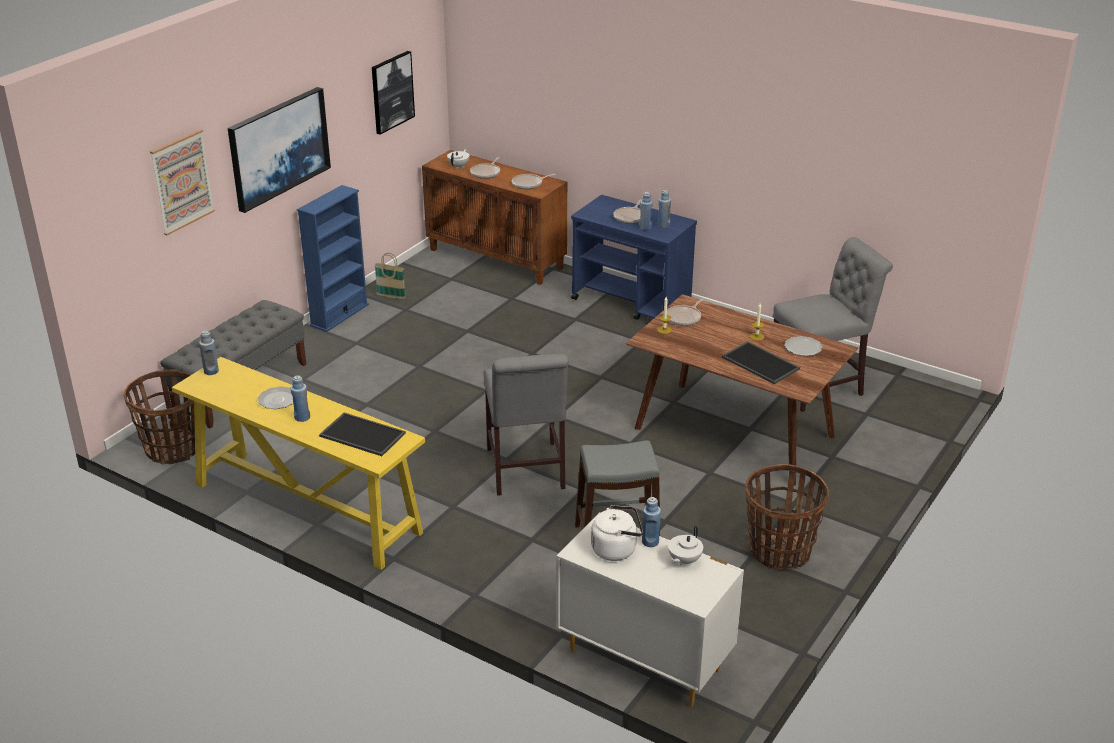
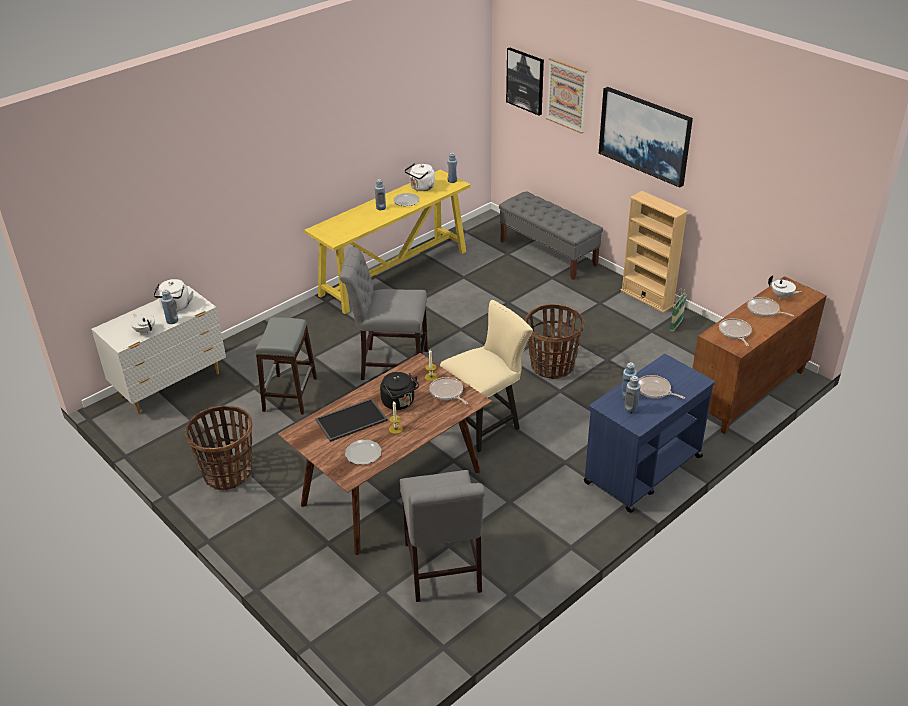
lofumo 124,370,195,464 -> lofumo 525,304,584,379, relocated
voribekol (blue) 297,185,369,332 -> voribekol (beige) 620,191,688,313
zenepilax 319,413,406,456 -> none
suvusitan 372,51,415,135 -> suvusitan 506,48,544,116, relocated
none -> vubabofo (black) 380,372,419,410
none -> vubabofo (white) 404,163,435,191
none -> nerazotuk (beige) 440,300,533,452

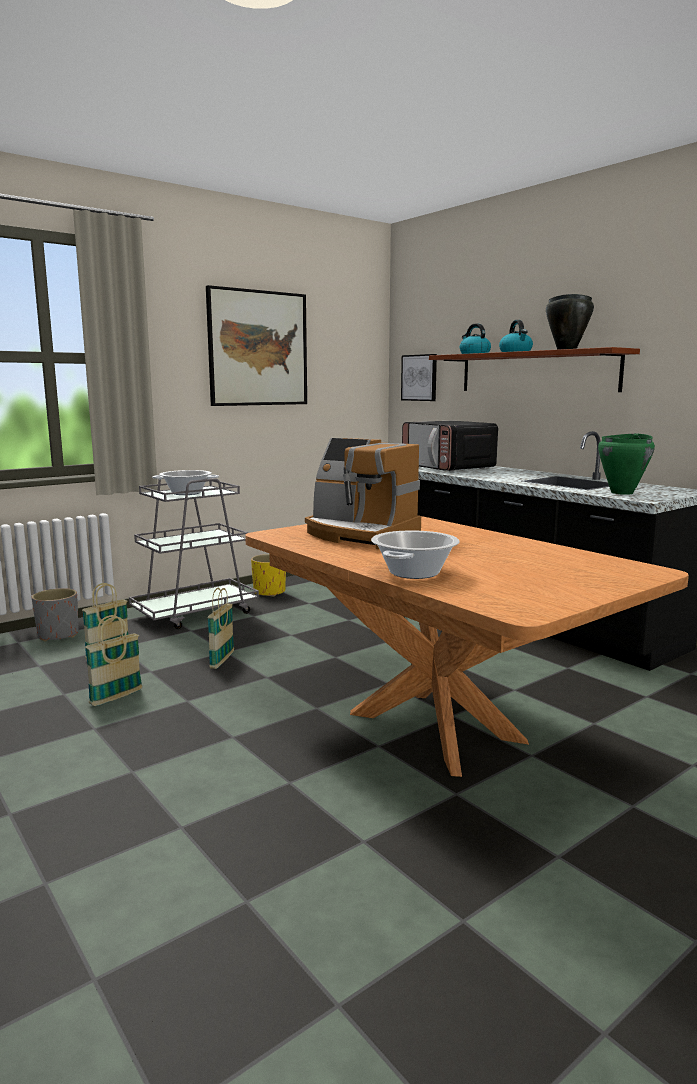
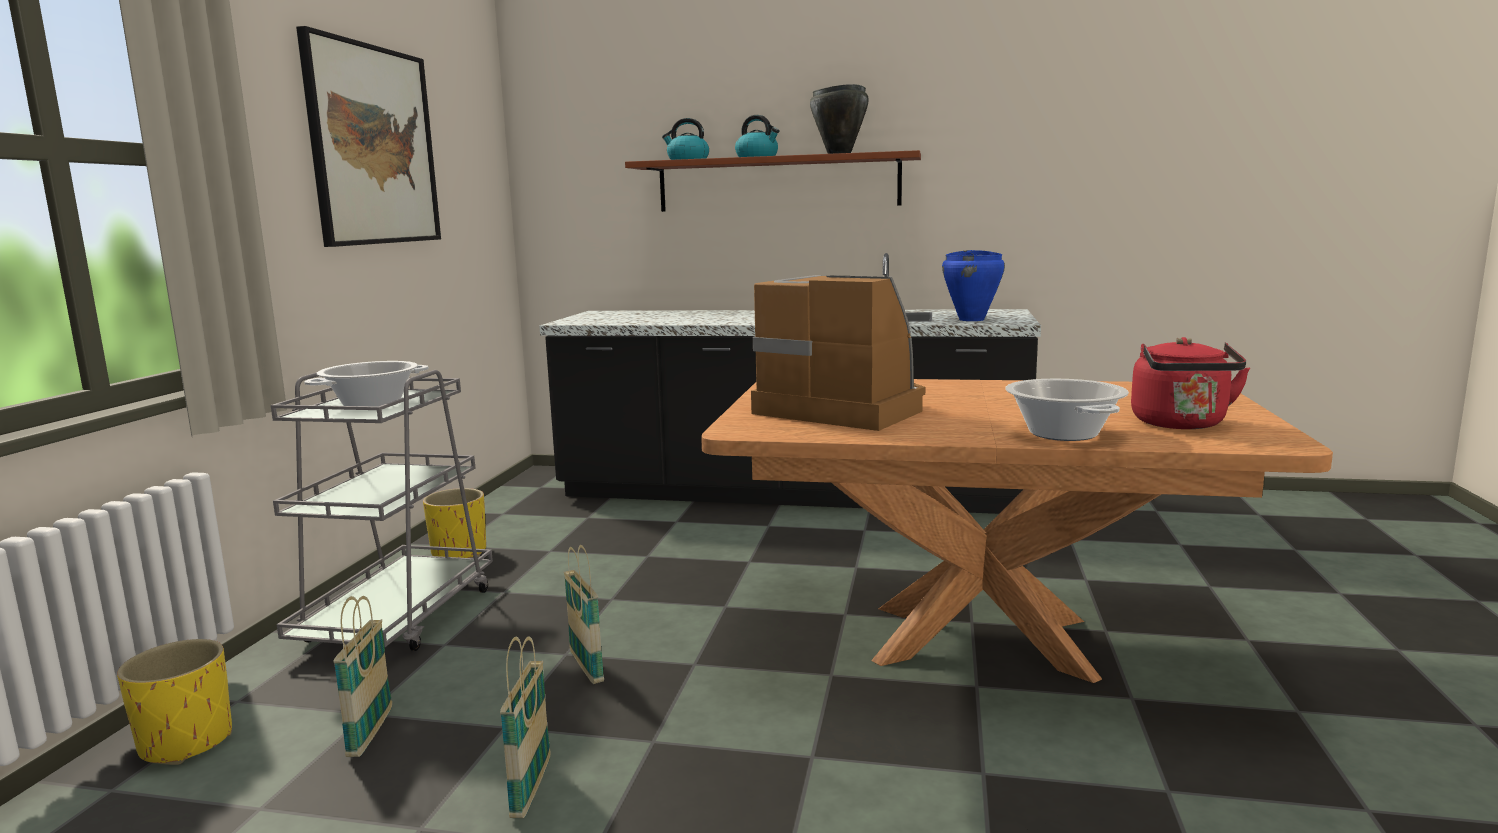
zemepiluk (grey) 32,588,79,642 -> zemepiluk (yellow) 117,639,232,765
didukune 305,438,421,549 -> didukune 751,275,925,431, 135 degrees counterclockwise
suvusitan 401,354,437,401 -> none
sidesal 402,421,498,472 -> none
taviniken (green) 598,433,655,495 -> taviniken (blue) 942,250,1005,321
none -> vubabofo (red) 1131,337,1250,429

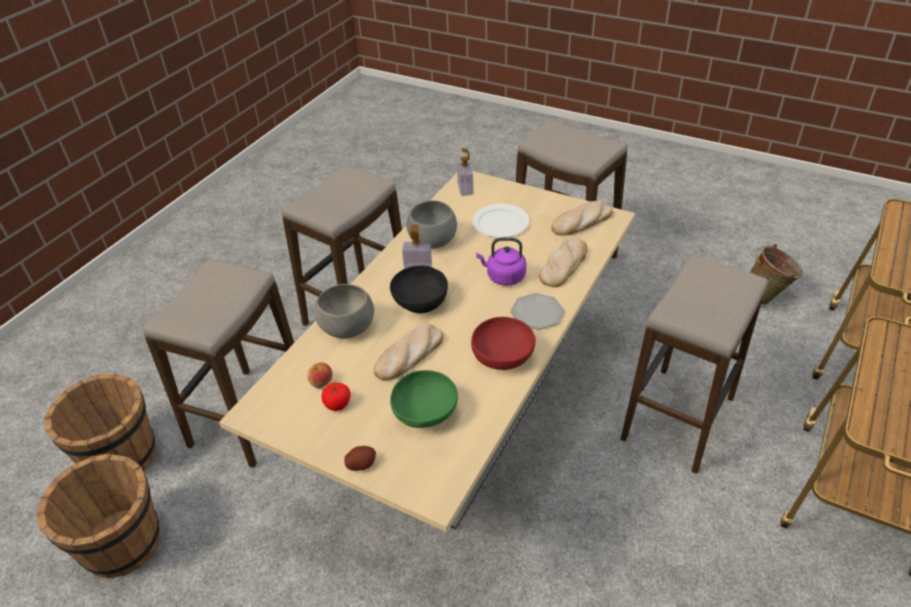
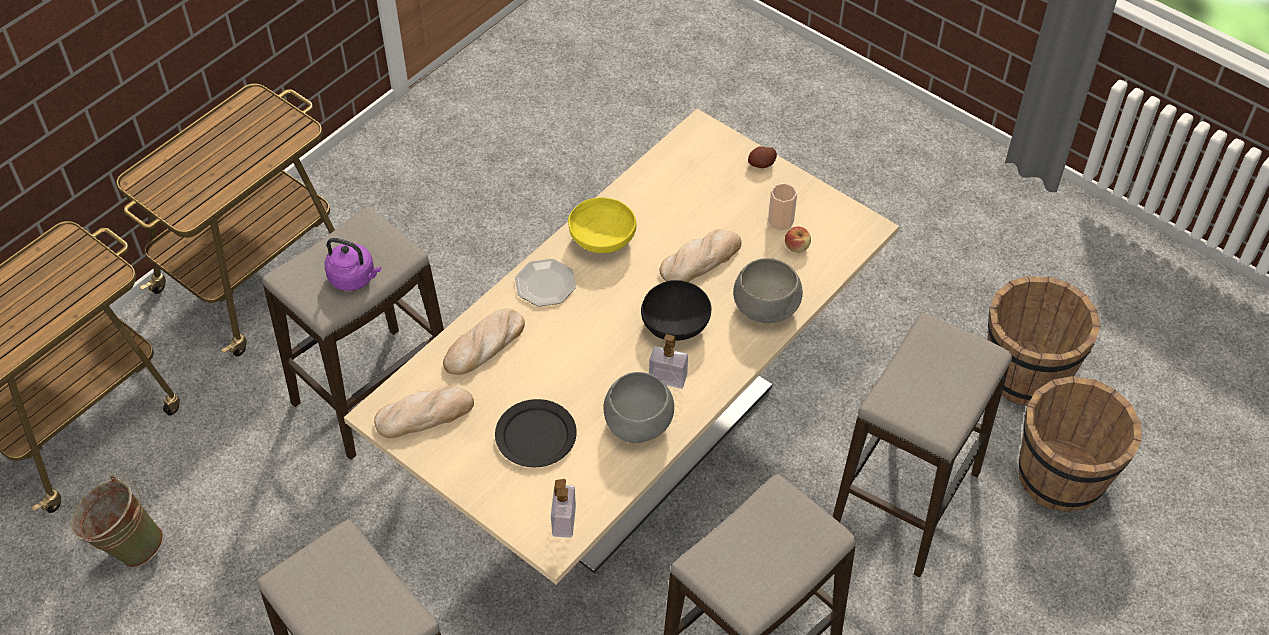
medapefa 322,382,350,411 -> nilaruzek 768,183,797,231
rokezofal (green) 390,370,458,428 -> none
rokezofal (red) 471,317,536,370 -> rokezofal (yellow) 568,197,637,253
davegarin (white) 473,204,529,237 -> davegarin (black) 495,399,577,467
vubabofo (purple) 476,237,526,286 -> vubabofo (purple) 325,238,381,291, relocated

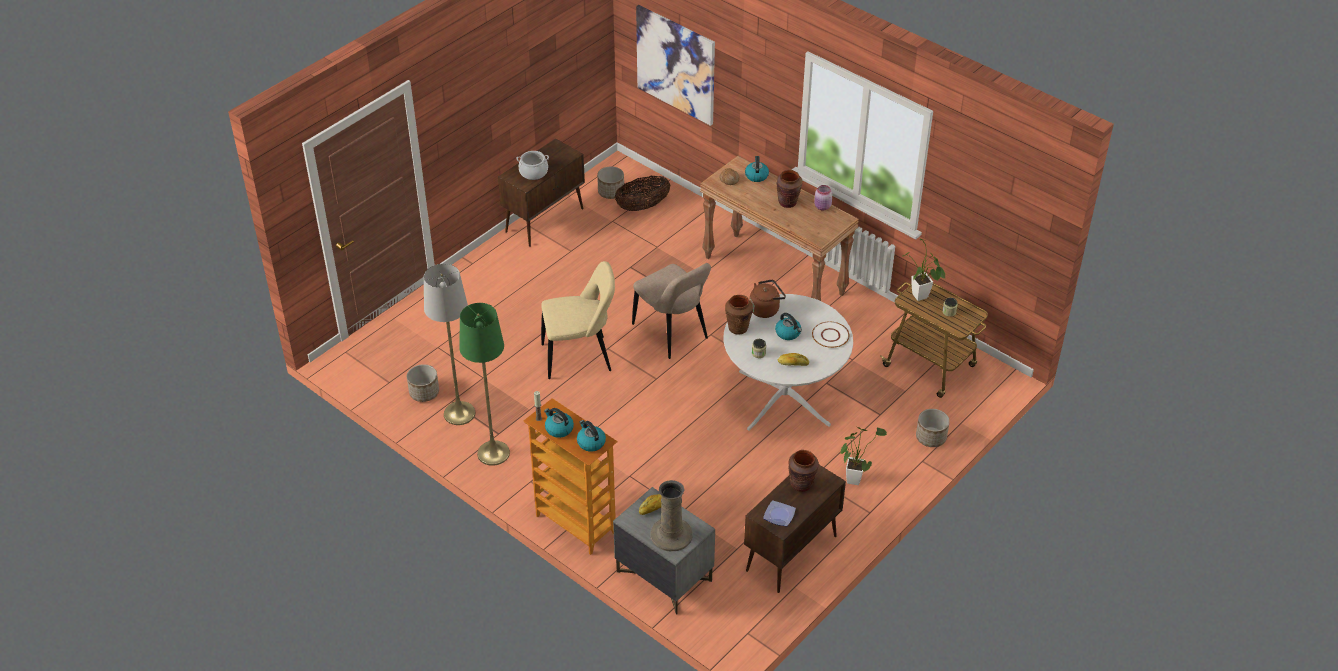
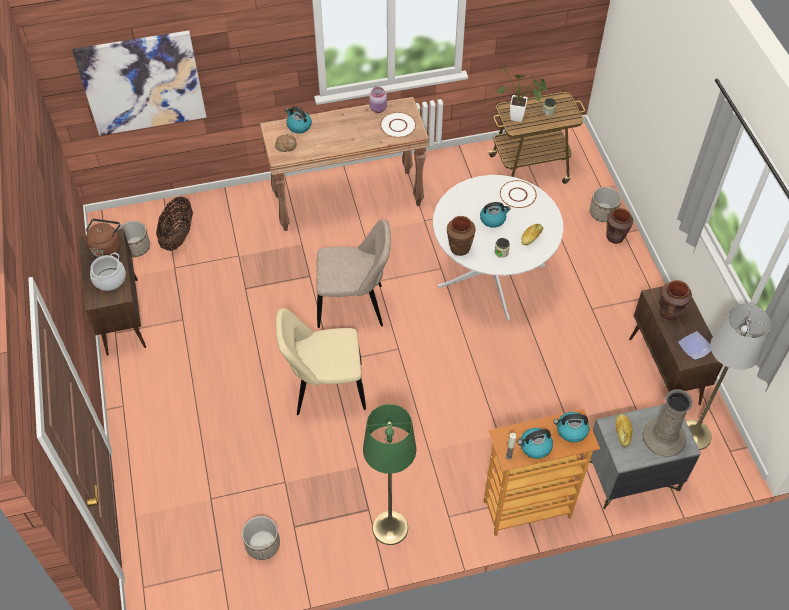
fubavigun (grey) 424,264,475,425 -> fubavigun (grey) 686,304,771,450, relocated
nerazotuk (beige) 541,261,615,379 -> nerazotuk (beige) 276,308,366,415, 120 degrees counterclockwise
vubabofo (brown) 750,280,786,318 -> vubabofo (brown) 80,219,121,258, relocated
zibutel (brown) 776,170,802,208 -> zibutel (brown) 606,208,633,244, relocated
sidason 840,427,887,485 -> none
none -> davegarin (white) 380,112,416,138

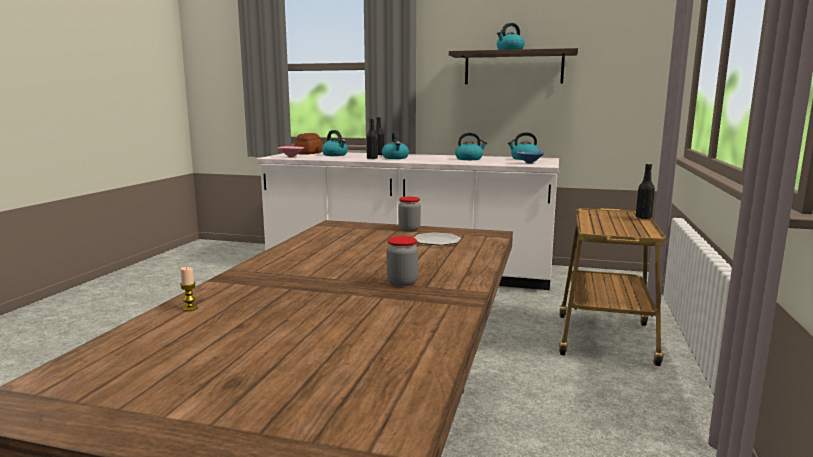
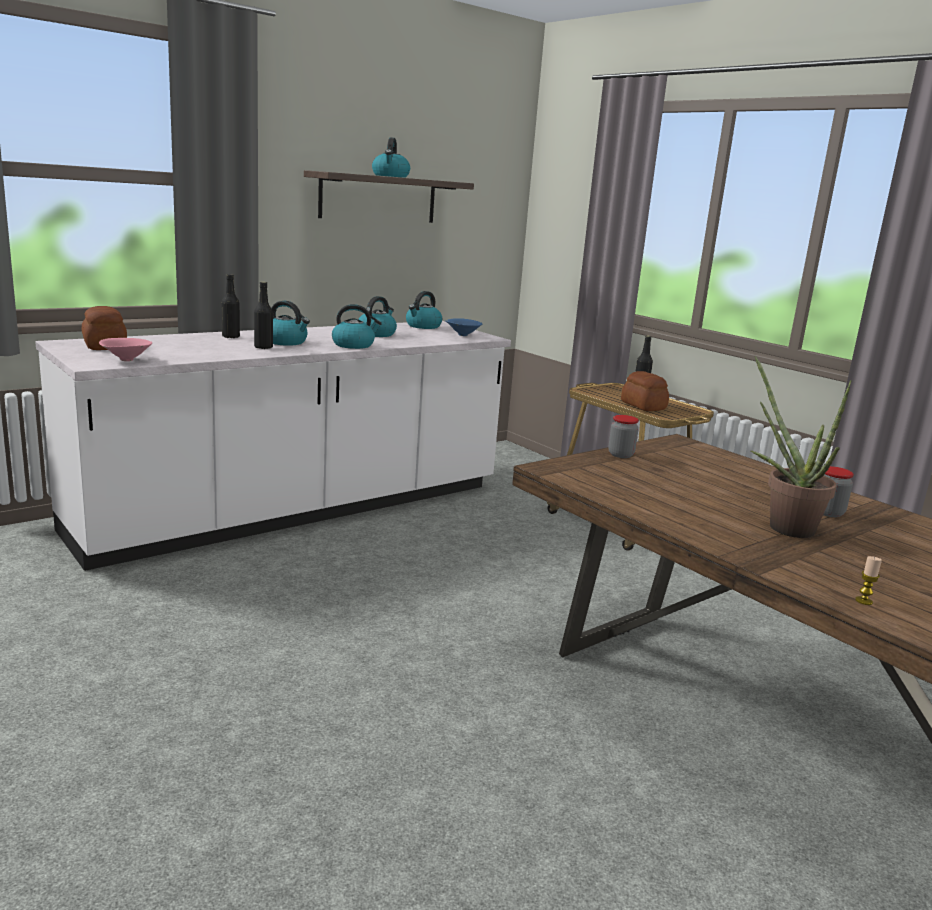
vubabofo 322,130,348,156 -> vubabofo 332,304,382,349, relocated
davegarin 414,232,461,245 -> none
none -> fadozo 621,371,669,411
none -> sidason 751,356,852,538

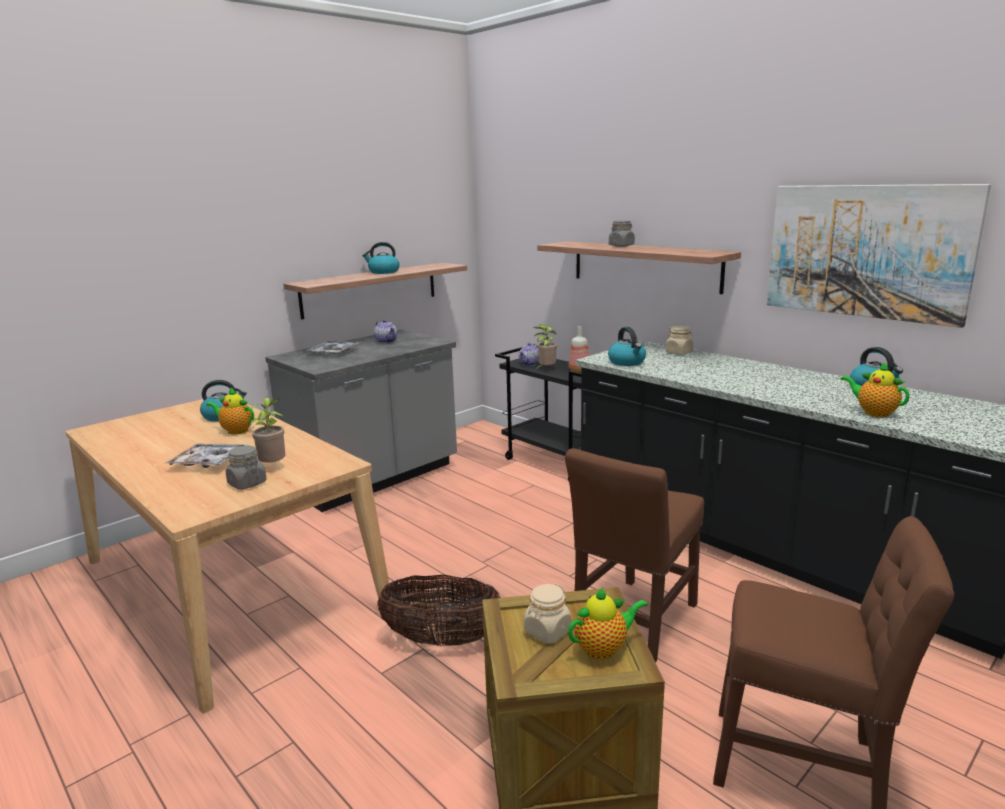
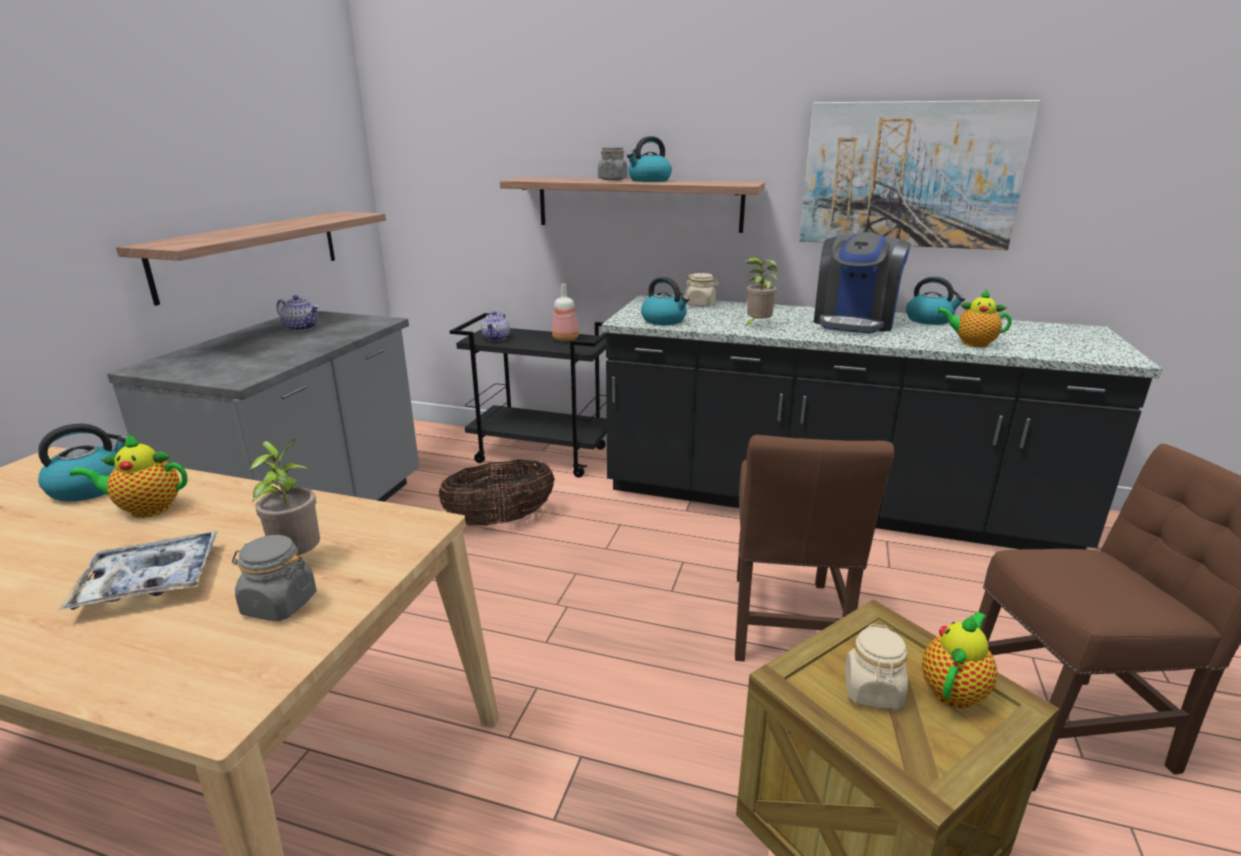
zenepilax 306,341,360,355 -> none
vubabofo 362,242,400,274 -> vubabofo 627,136,672,182, relocated
lofumo 377,575,500,646 -> lofumo 438,459,555,526, relocated
sidason 533,324,557,369 -> sidason 745,257,777,327, relocated
none -> didukune 814,232,911,334

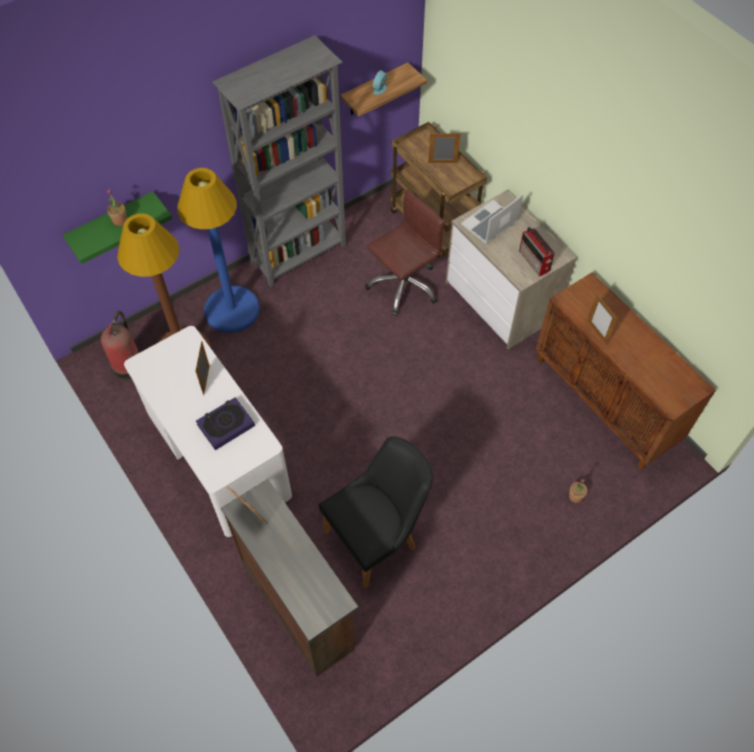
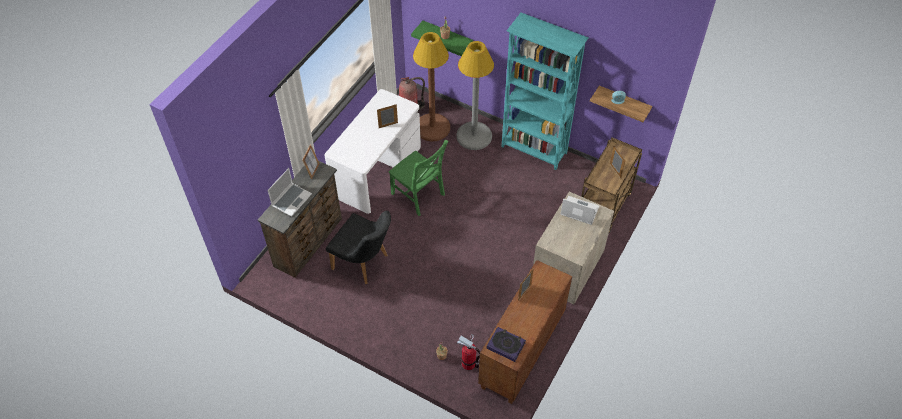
fubavigun (blue) 177,168,260,333 -> fubavigun (grey) 457,41,494,150
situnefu 196,397,255,450 -> situnefu 487,327,526,362, relocated
voribekol (grey) 212,35,346,287 -> voribekol (turquoise) 501,13,588,170
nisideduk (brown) 365,189,445,316 -> none
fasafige 519,227,555,276 -> none
none -> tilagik 268,168,312,217
none -> nerazotuk (green) 389,140,448,216
none -> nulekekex 457,334,481,370

